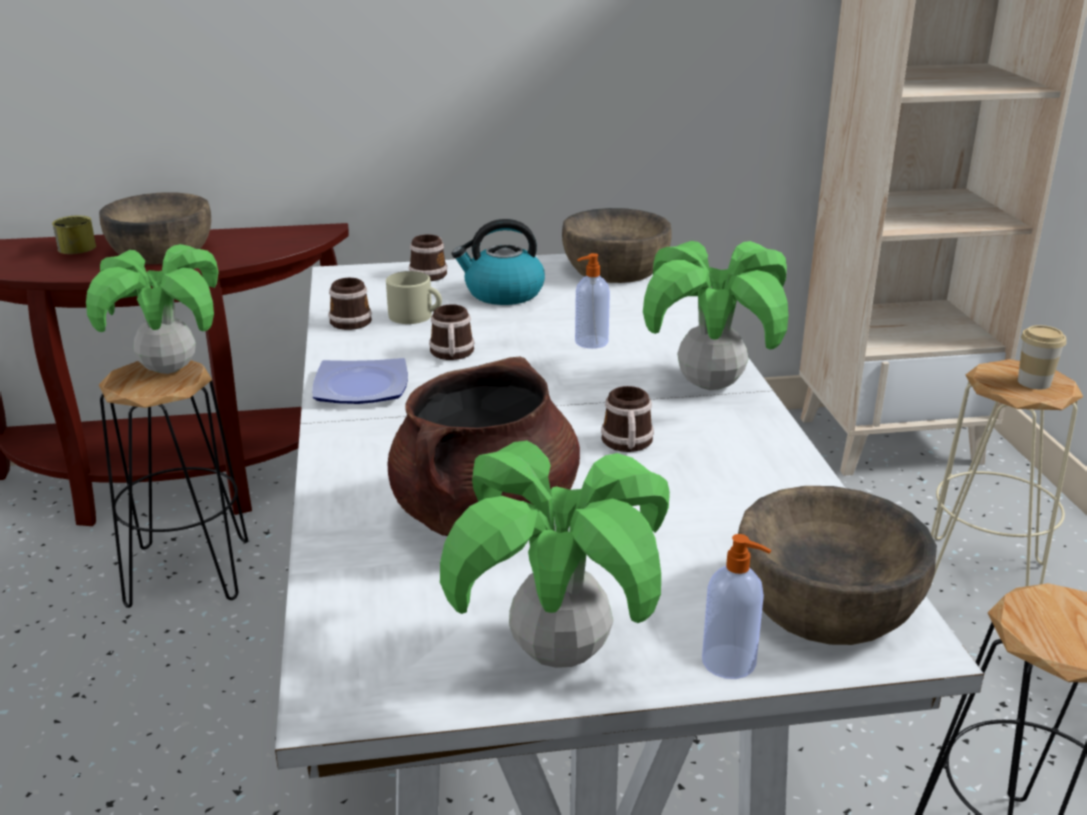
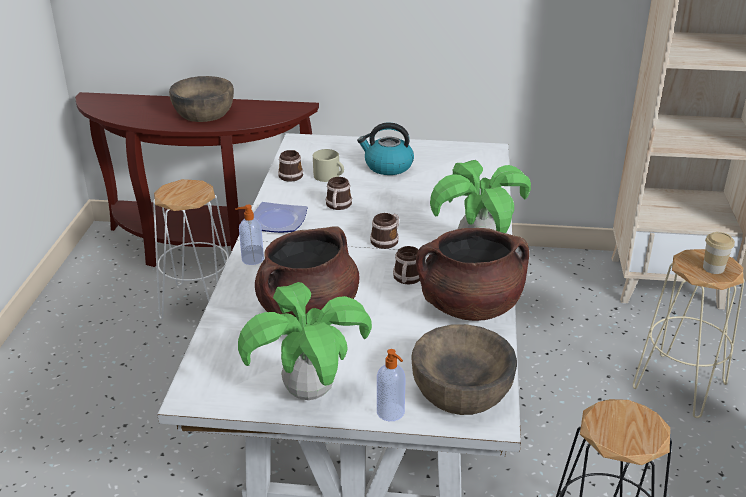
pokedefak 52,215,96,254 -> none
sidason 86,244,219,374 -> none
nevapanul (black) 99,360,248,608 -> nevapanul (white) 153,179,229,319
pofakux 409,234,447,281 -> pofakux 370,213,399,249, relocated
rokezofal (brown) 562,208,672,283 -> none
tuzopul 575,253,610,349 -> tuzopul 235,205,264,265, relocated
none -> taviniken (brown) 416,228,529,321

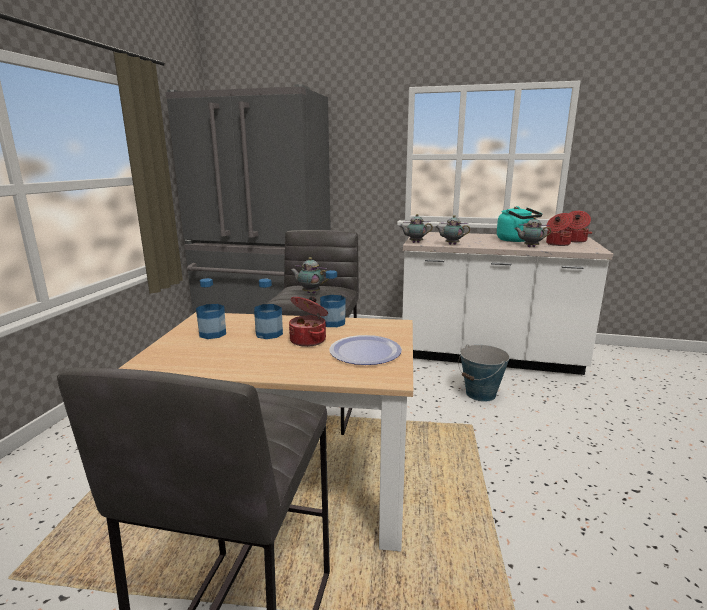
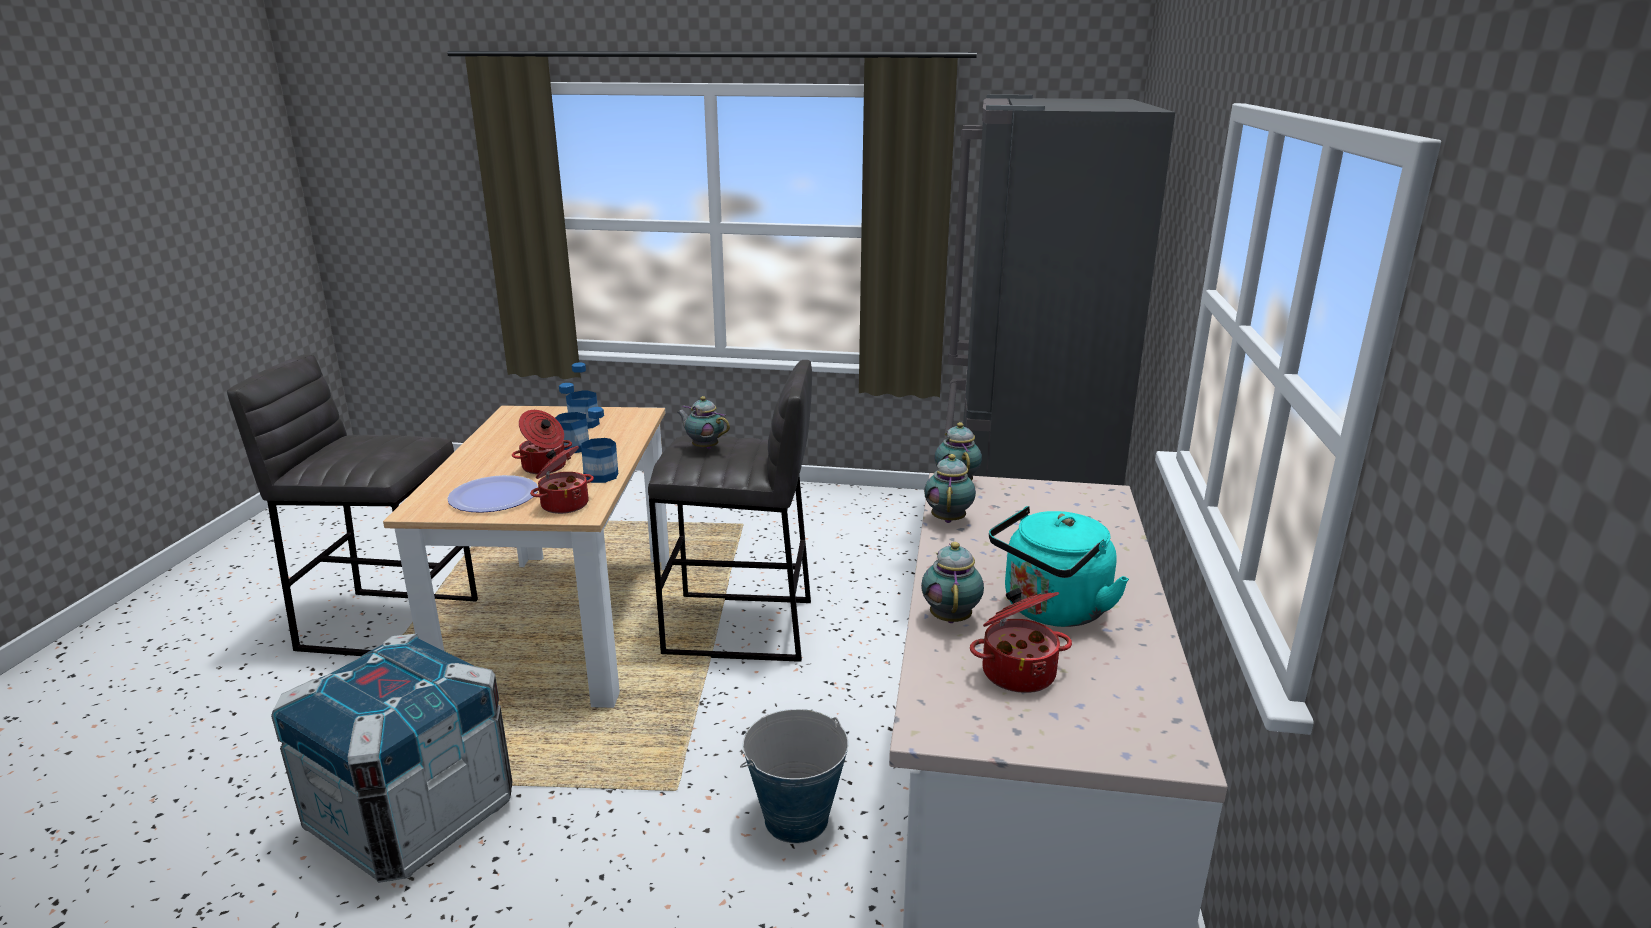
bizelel 290,257,329,294 -> bizelel 677,396,730,449, 75 degrees counterclockwise
taviniken 564,211,592,243 -> taviniken 530,446,594,514, relocated
none -> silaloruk 271,634,513,883

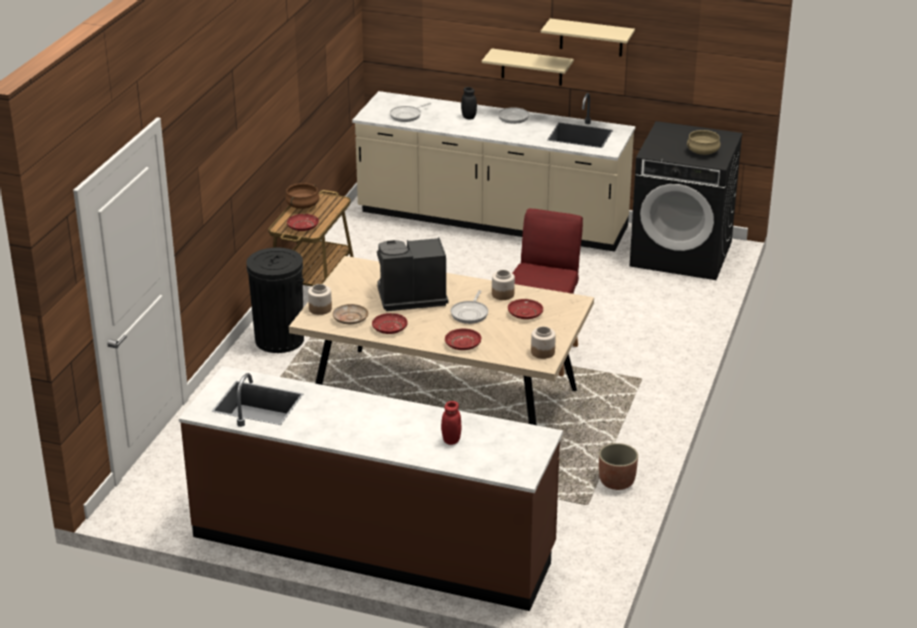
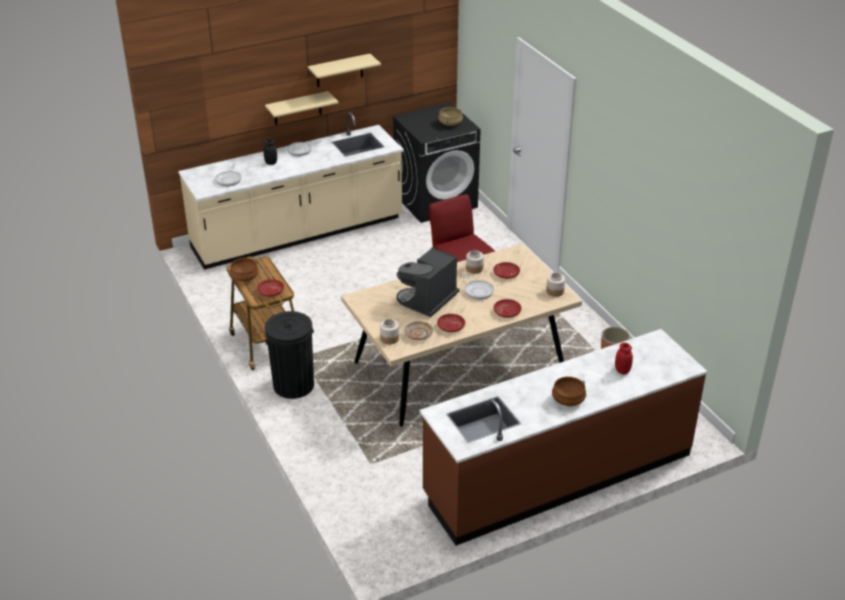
none -> taviniken (brown) 552,377,586,406

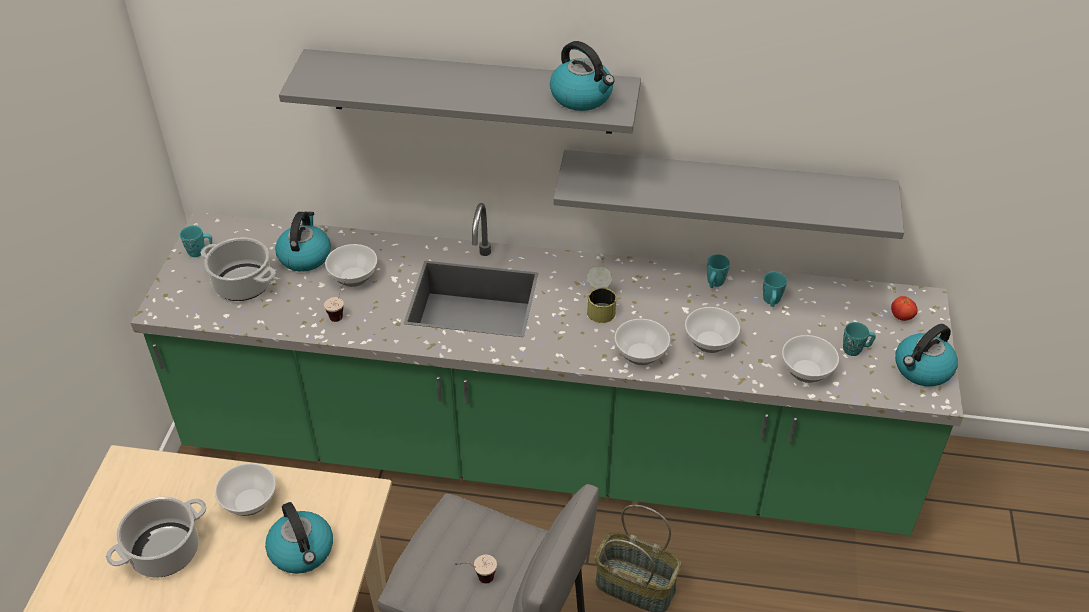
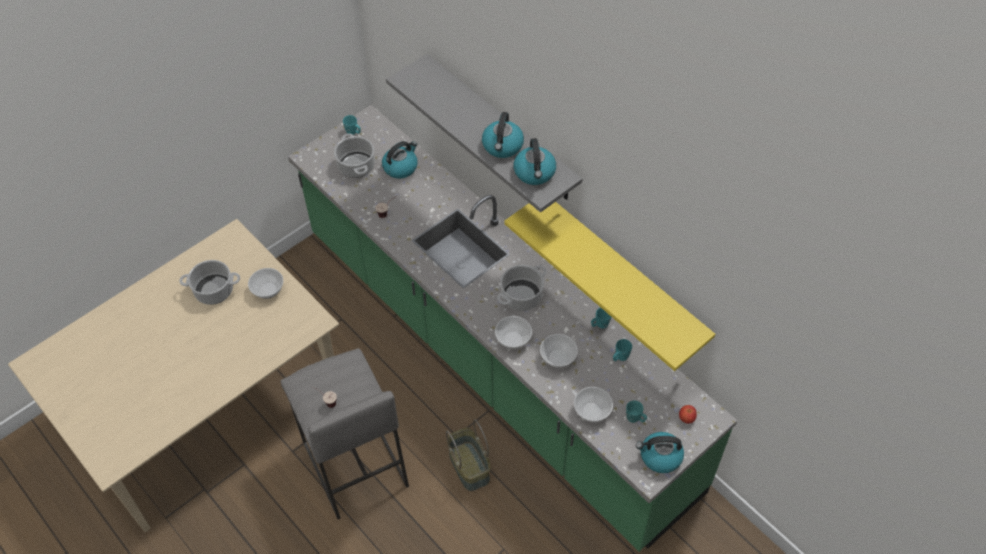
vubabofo 265,502,333,574 -> vubabofo 482,112,524,158, relocated
rokezofal 325,244,377,287 -> none
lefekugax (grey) 553,150,904,239 -> lefekugax (yellow) 504,202,715,371
pokedefak 587,266,617,323 -> taviniken 497,265,547,311

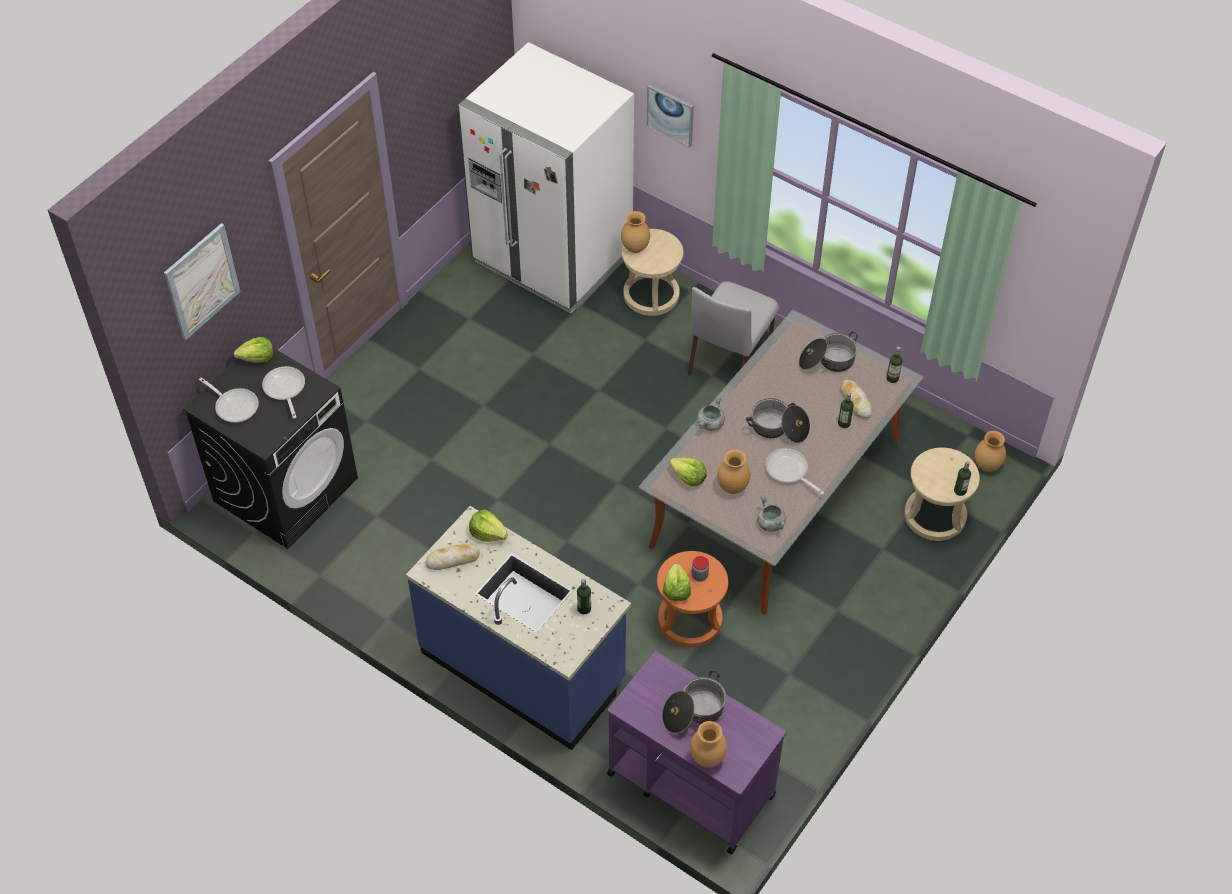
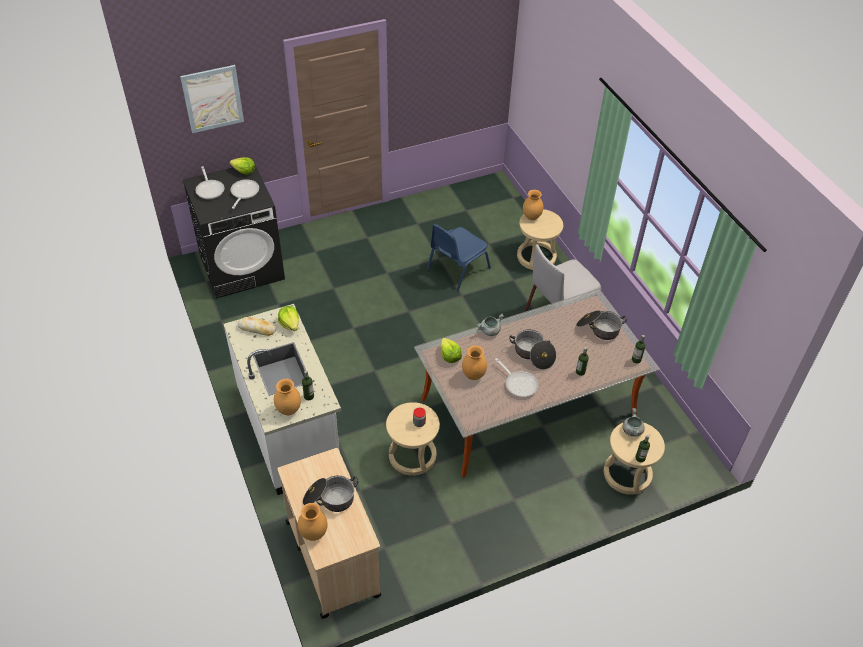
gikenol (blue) 406,506,631,750 -> gikenol (white) 224,304,341,495
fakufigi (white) 458,42,634,314 -> none
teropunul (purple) 607,651,786,855 -> teropunul (beige) 277,448,381,619
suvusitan 647,84,694,147 -> none
nevapanul (orange) 657,551,728,647 -> nevapanul (beige) 386,402,440,476
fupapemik 663,563,691,602 -> none
taviniken (grey) 757,495,786,532 -> taviniken (grey) 623,408,645,437, relocated
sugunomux 765,448,824,495 -> sugunomux 495,358,538,397, 150 degrees clockwise
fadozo 840,380,872,418 -> none
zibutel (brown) 975,431,1006,472 -> zibutel (brown) 274,379,301,415, relocated
none -> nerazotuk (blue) 427,224,491,291

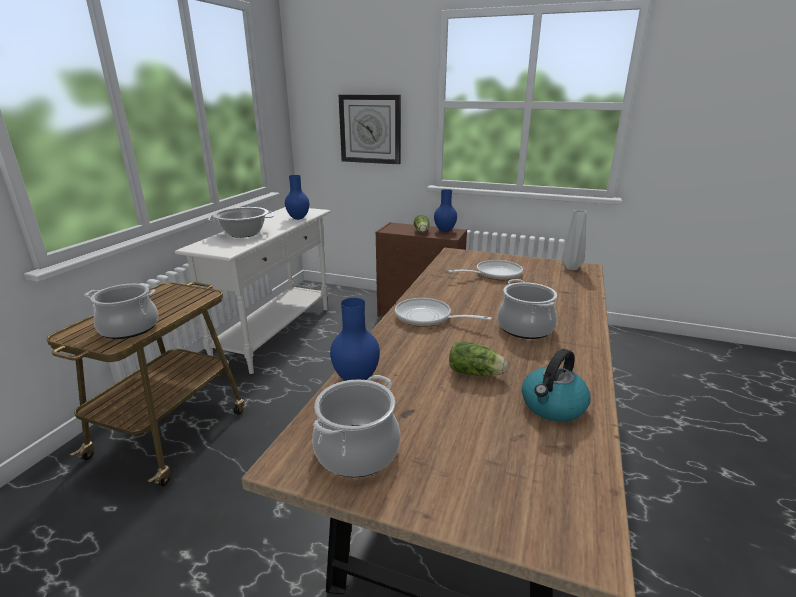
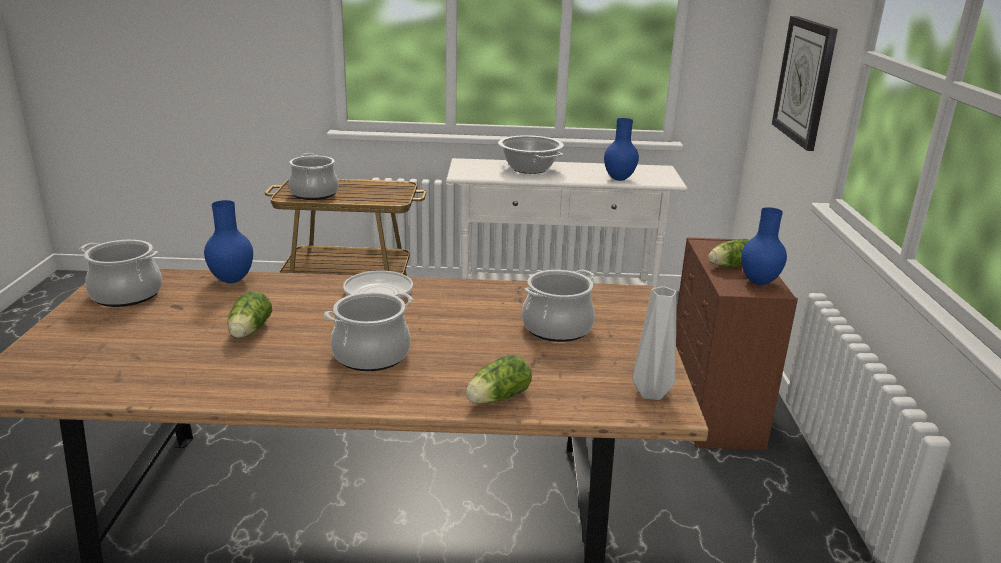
sugunomux 448,260,523,280 -> taviniken 522,269,595,342
vubabofo 522,349,591,422 -> none
none -> fupapemik 466,355,532,404

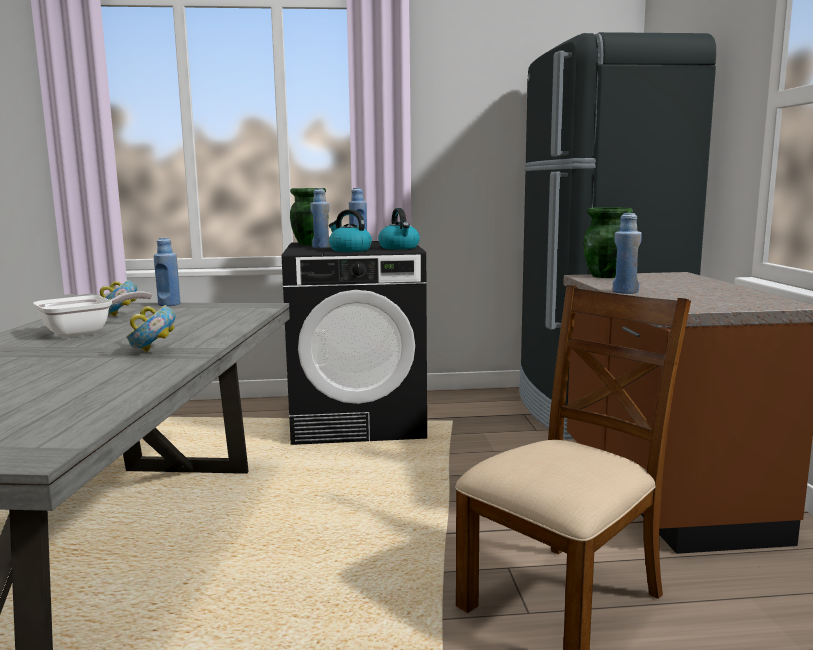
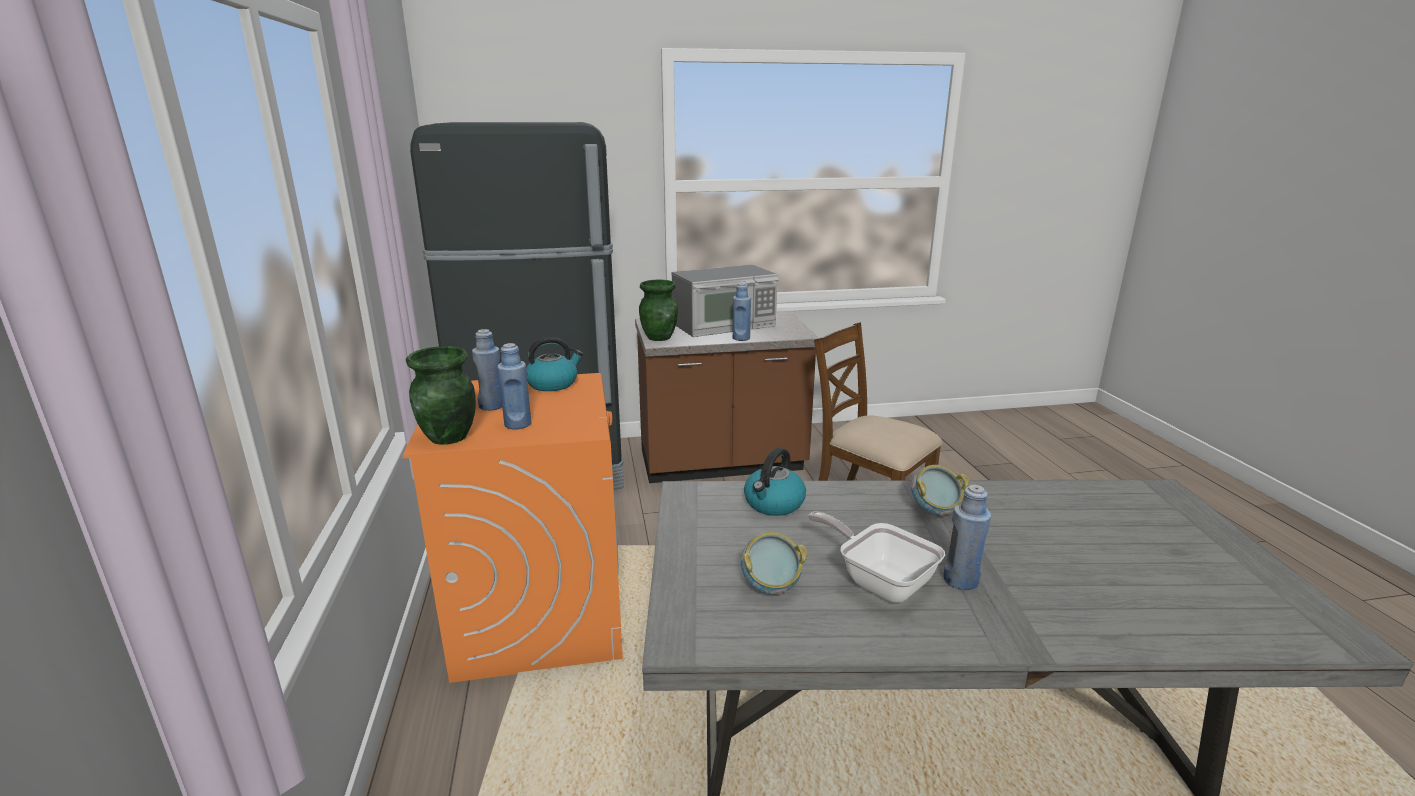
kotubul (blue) 154,238,181,306 -> kotubul (blue) 943,484,991,590, relocated
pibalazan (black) 282,241,427,445 -> pibalazan (orange) 403,373,623,683
vubabofo 329,209,372,252 -> vubabofo 744,448,806,516, relocated
none -> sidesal 672,265,779,337

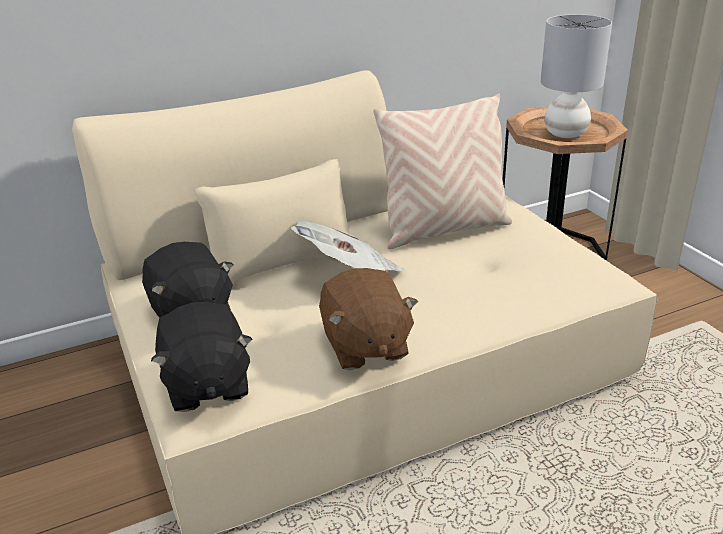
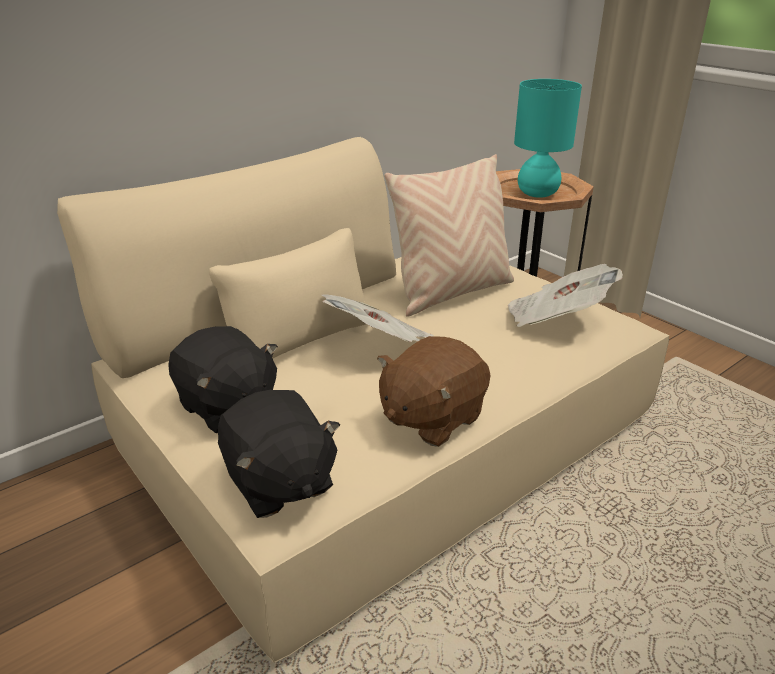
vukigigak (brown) 319,268,418,370 -> vukigigak (brown) 377,336,491,447, 75 degrees clockwise
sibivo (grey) 540,14,612,138 -> sibivo (turquoise) 514,79,582,198
none -> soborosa 508,264,623,327

